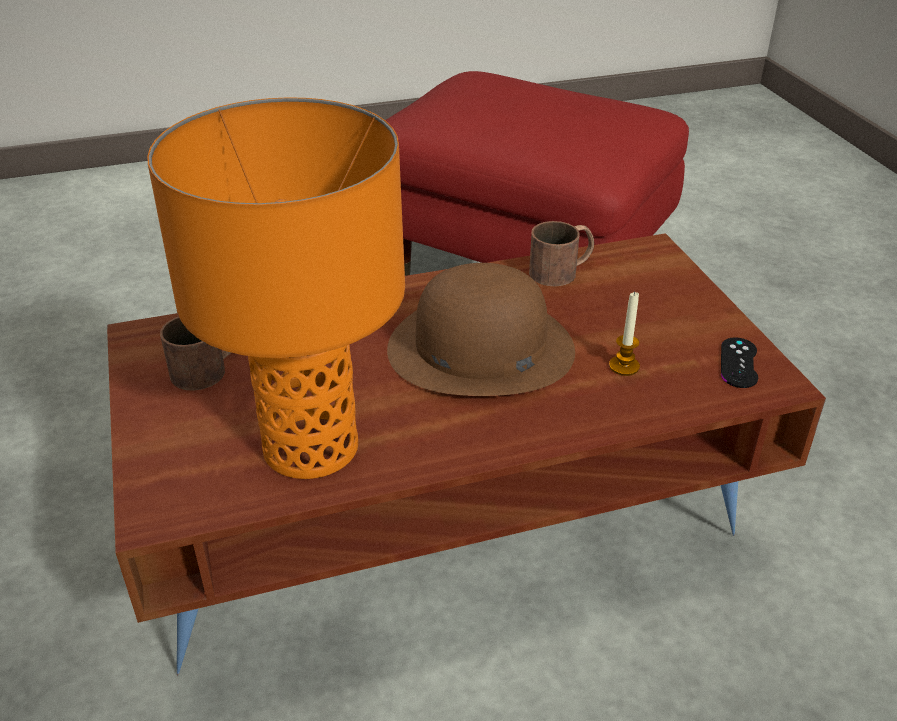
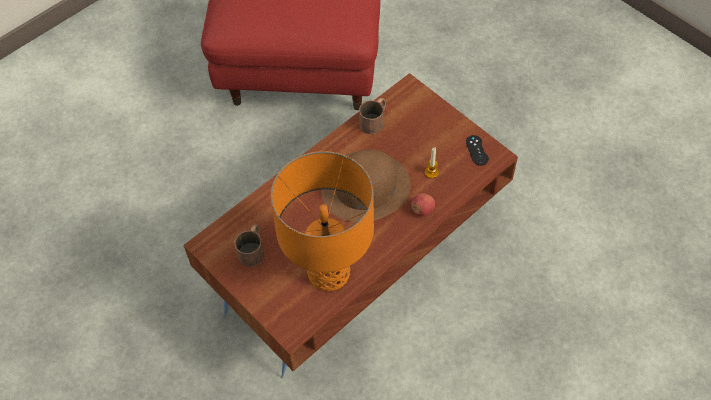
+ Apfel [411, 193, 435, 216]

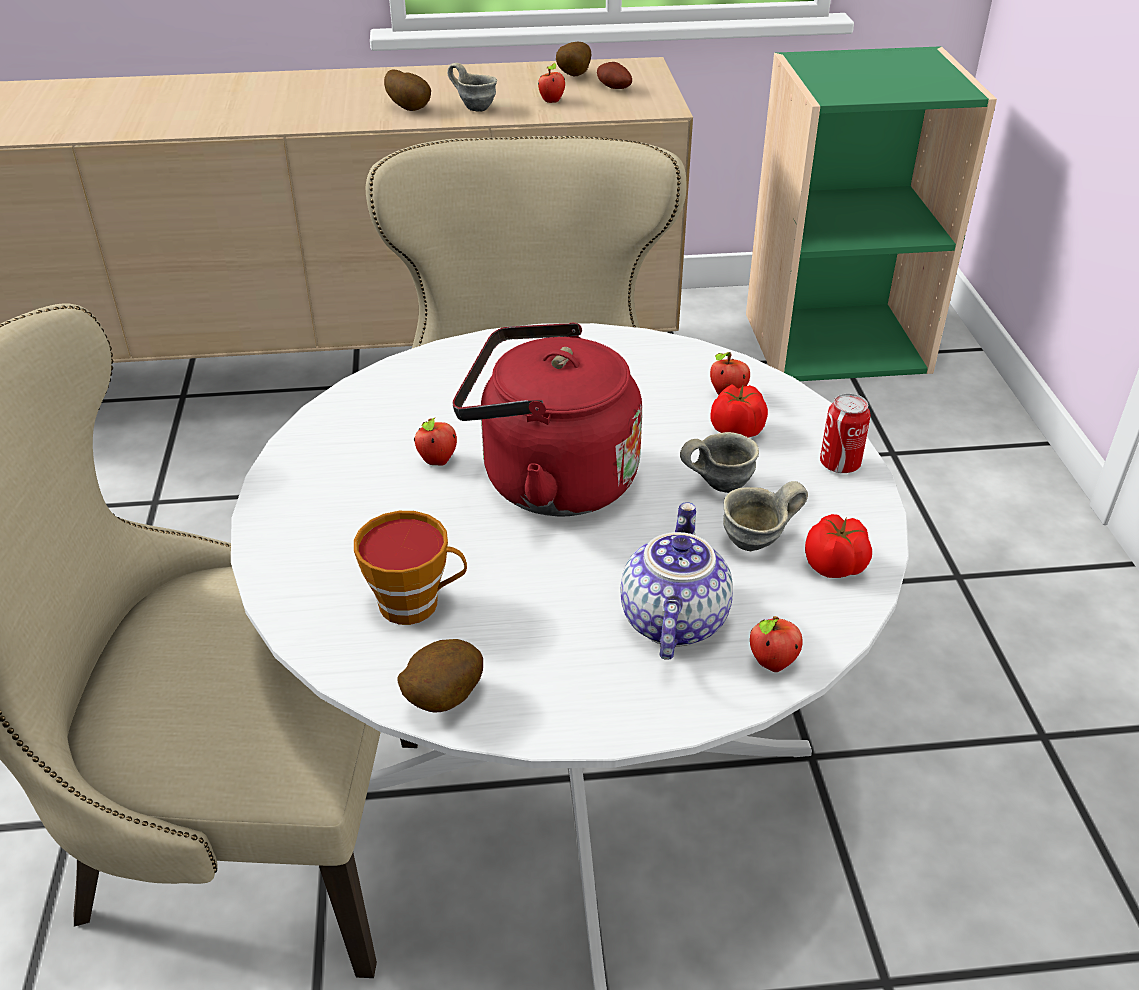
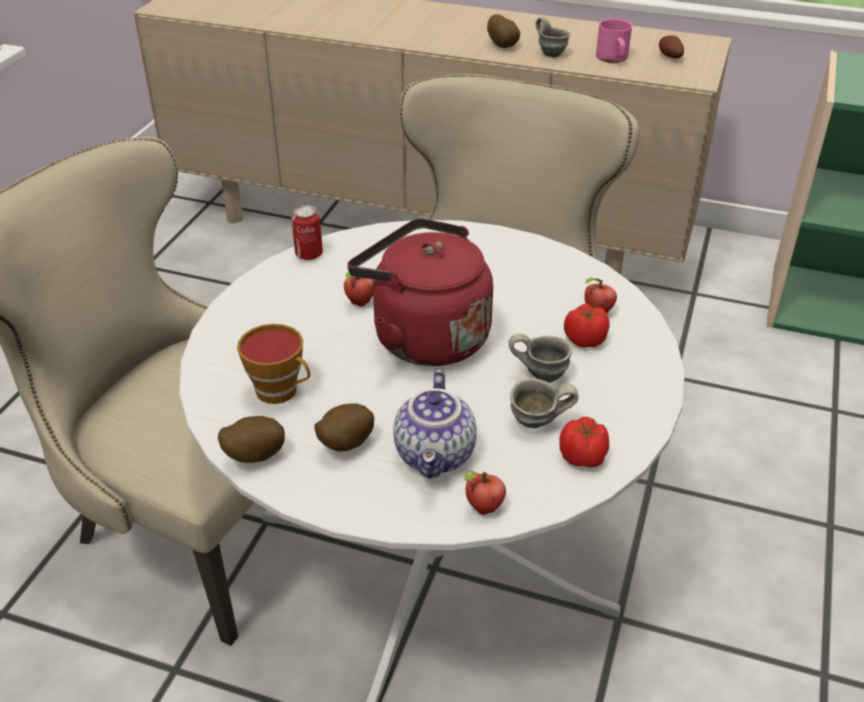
~ Apfel [538, 63, 565, 103] to Henkelbecher (rosa) [596, 18, 633, 63]
~ Kartoffel [556, 41, 591, 76] to [315, 403, 374, 452]
~ Teekanne [621, 502, 733, 660] = [393, 370, 477, 479] 150 degrees clockwise
~ Dose [820, 394, 871, 473] to [292, 205, 323, 260]

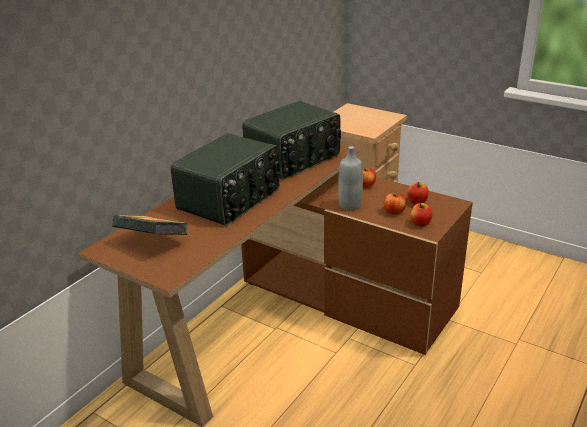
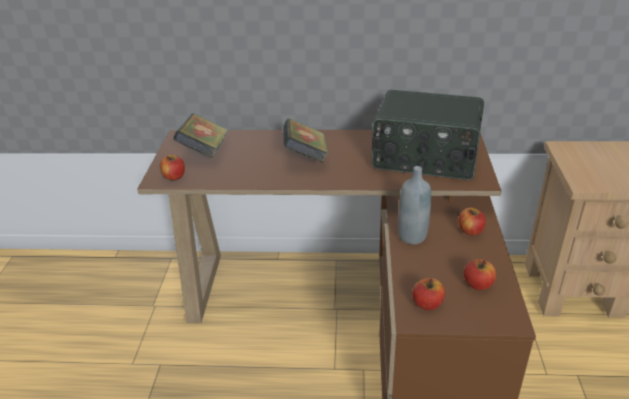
~ Radio [170, 133, 280, 226] to Buch [283, 119, 329, 163]
~ Apfel [384, 193, 406, 214] to [160, 155, 185, 180]

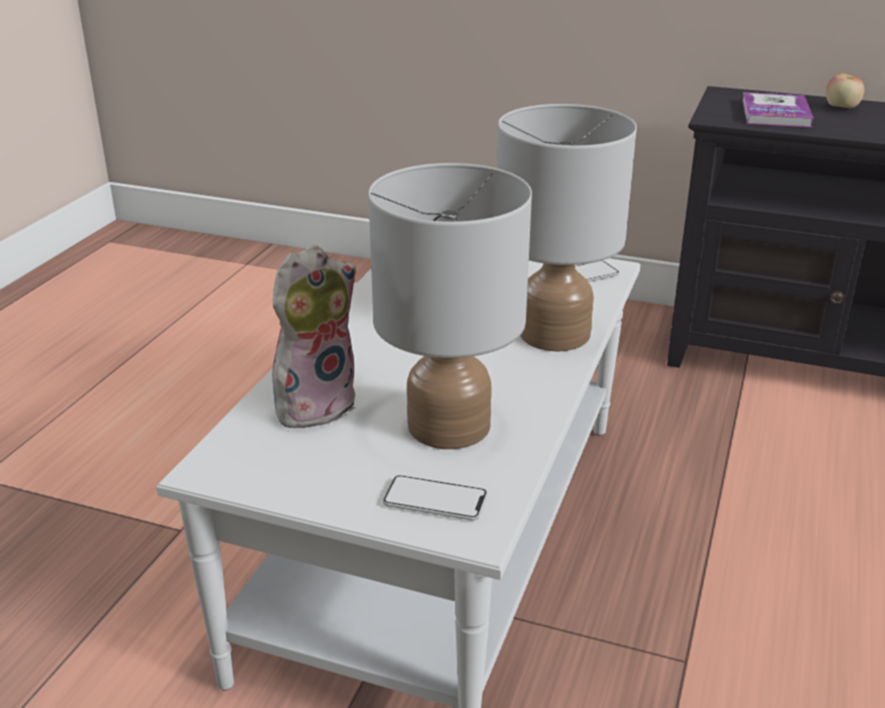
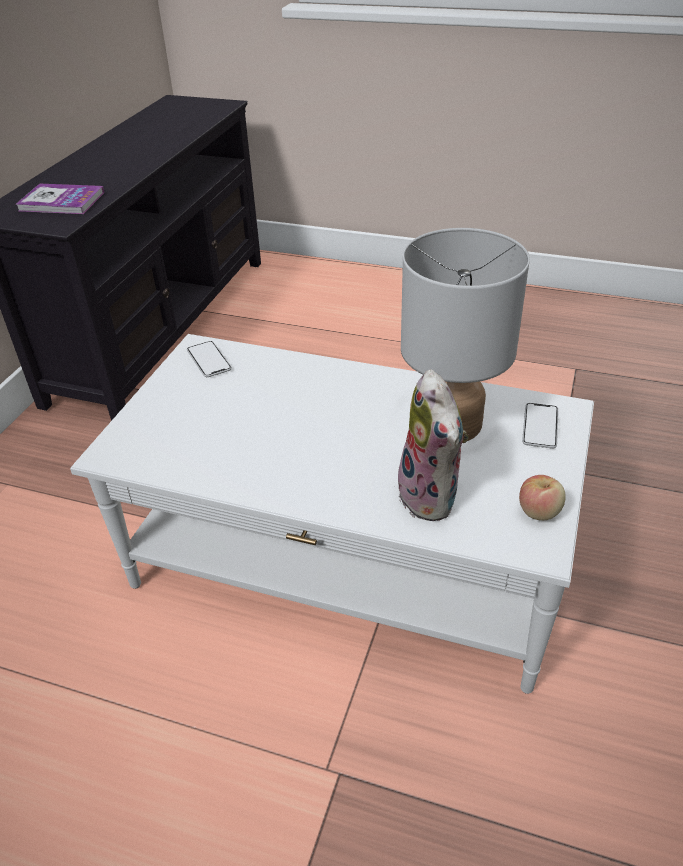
~ Plüschtier [272, 245, 356, 431] = [393, 369, 468, 521] 150 degrees counterclockwise
- Tischlampe (grau) [497, 104, 637, 351]
~ Apfel [826, 73, 864, 108] to [519, 475, 566, 520]

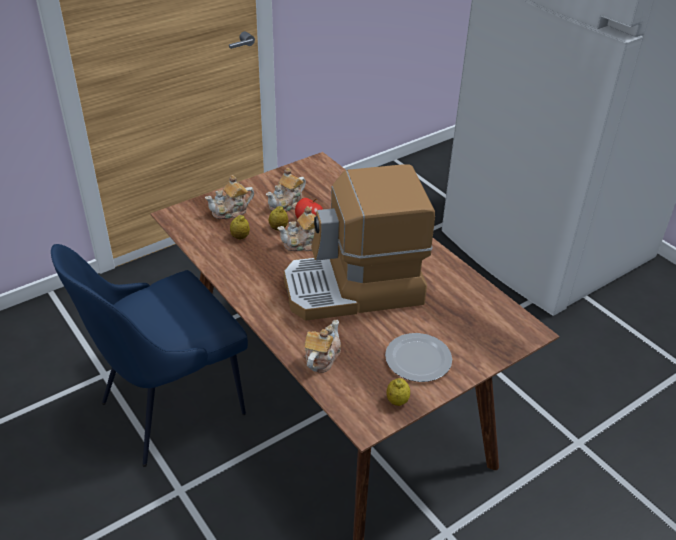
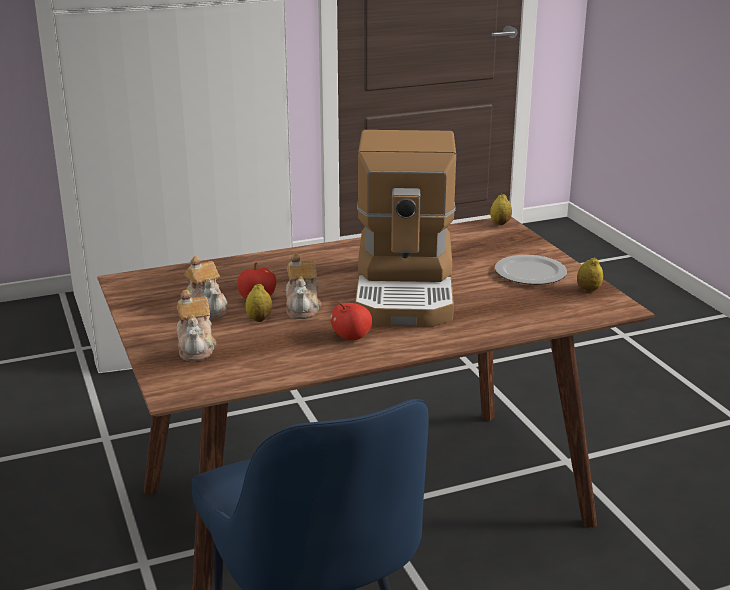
~ Zitrone [230, 215, 250, 239] to [490, 194, 512, 225]
- Teekanne [305, 320, 341, 373]
+ Apfel [330, 303, 372, 340]

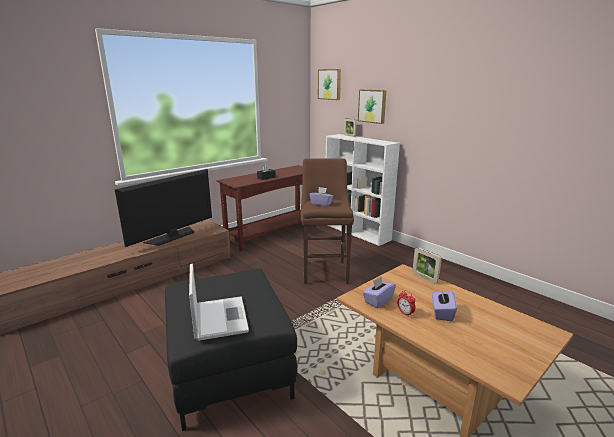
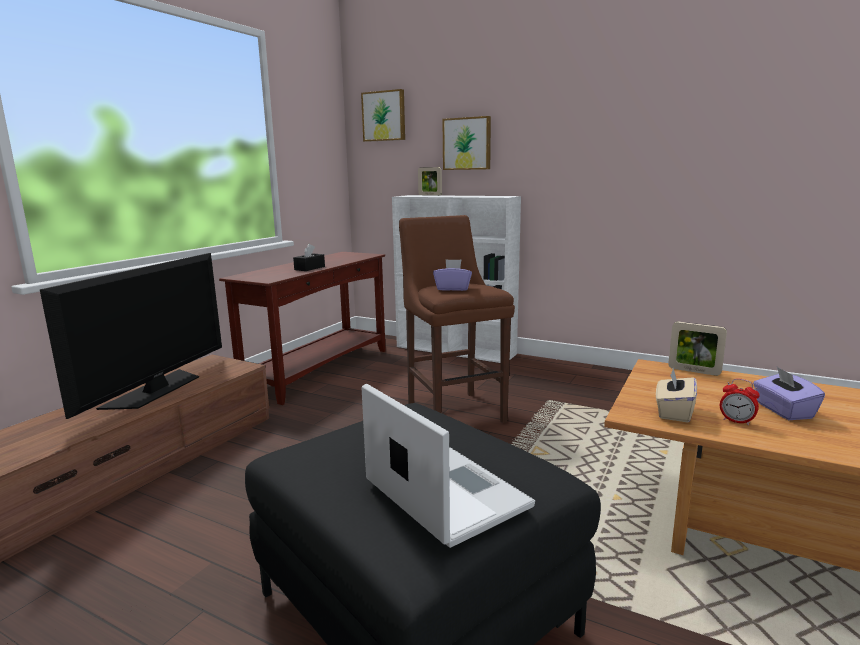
~ Taschentuchbox (lila) [363, 276, 396, 308] to Taschentuchbox (beige) [656, 368, 697, 422]

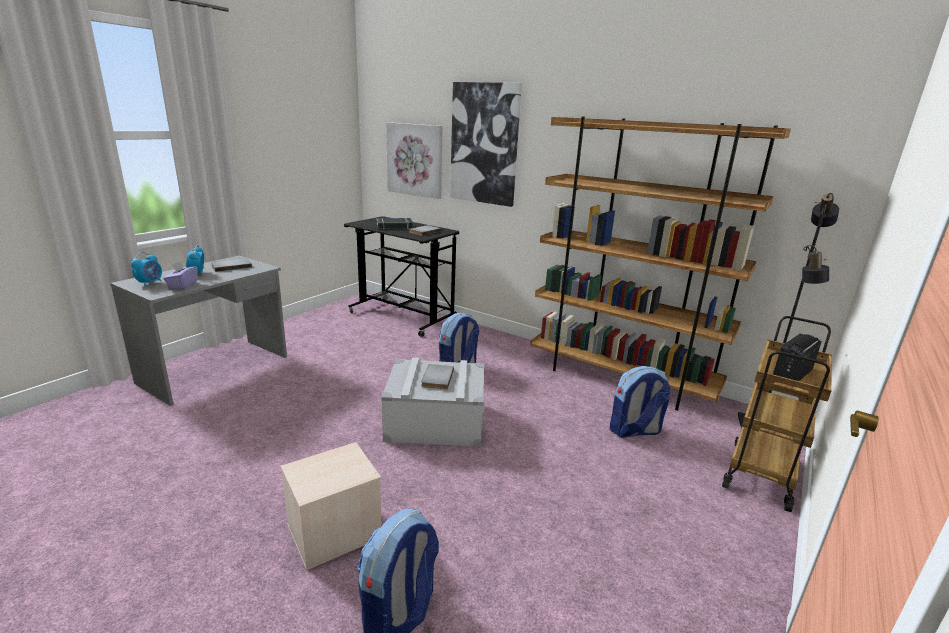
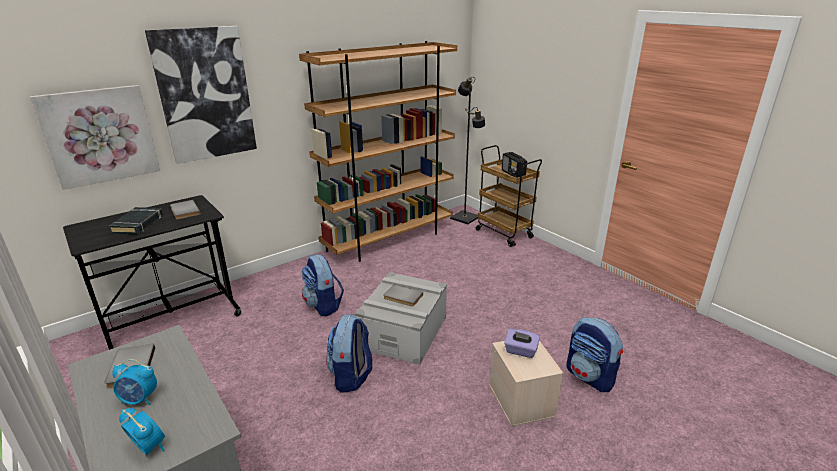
~ Taschentuchbox (lila) [163, 261, 198, 289] to [504, 329, 540, 358]
~ Rucksack [610, 366, 670, 438] to [326, 314, 372, 393]

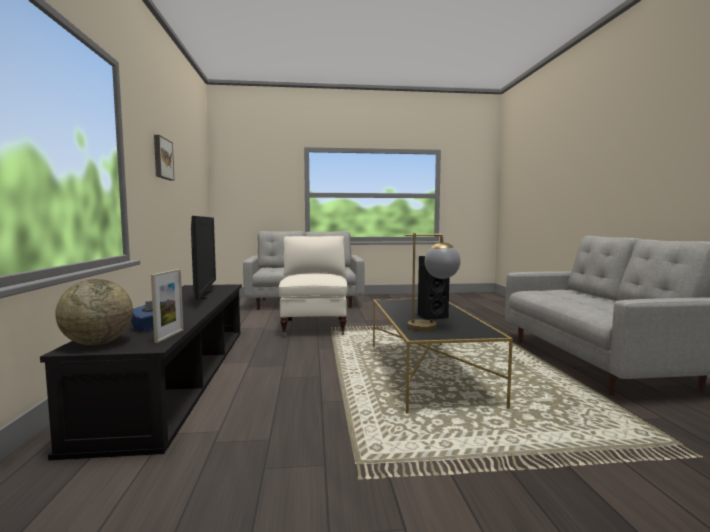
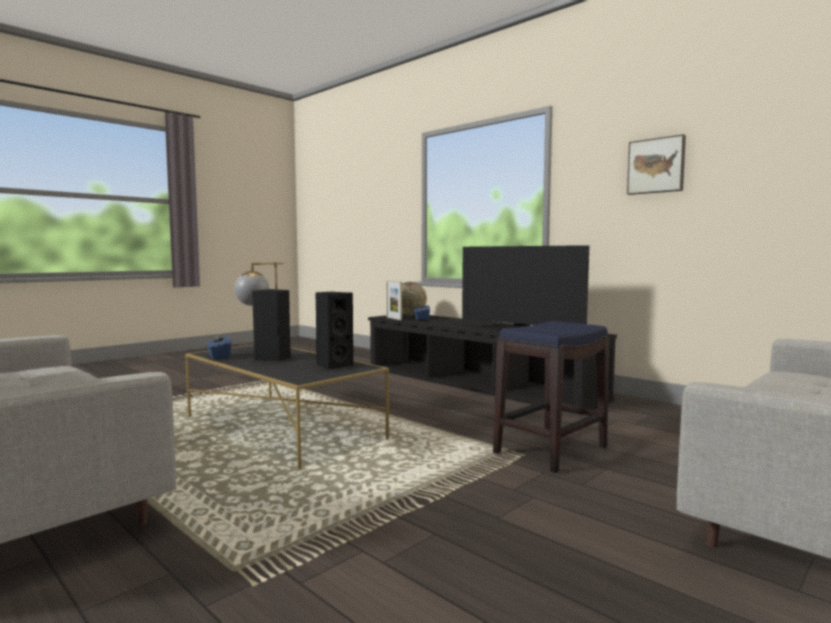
~ Sessel (beige) [279, 236, 348, 336] to Hocker [493, 321, 609, 473]
+ Taschentuchbox (blau) [206, 334, 231, 359]
+ Lautsprecher (schwarz) [315, 292, 354, 370]

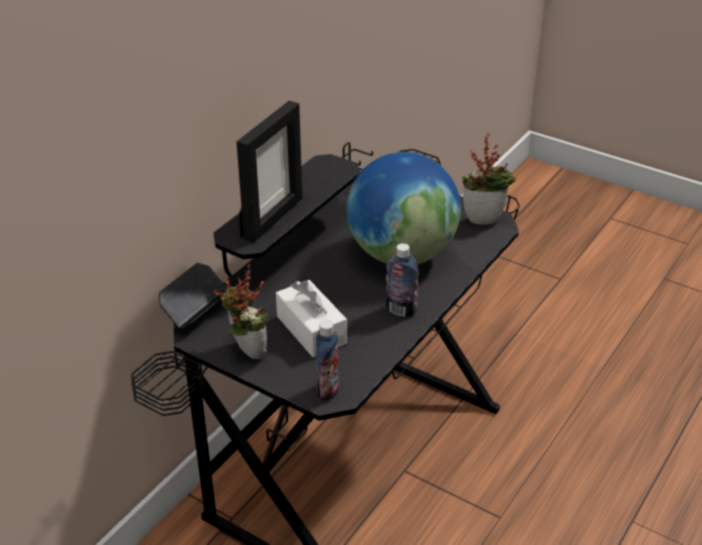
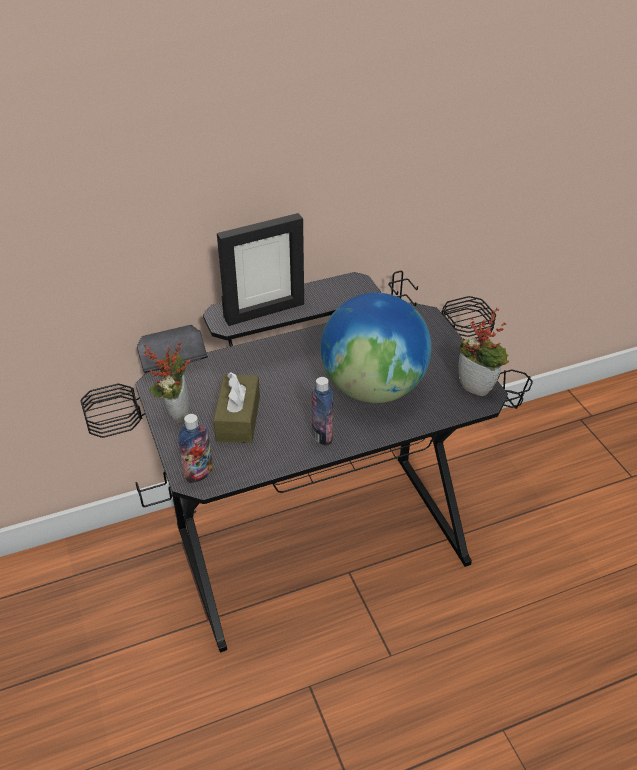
~ Taschentuchbox (weiß) [276, 280, 347, 357] to Taschentuchbox (braun) [213, 372, 260, 443]

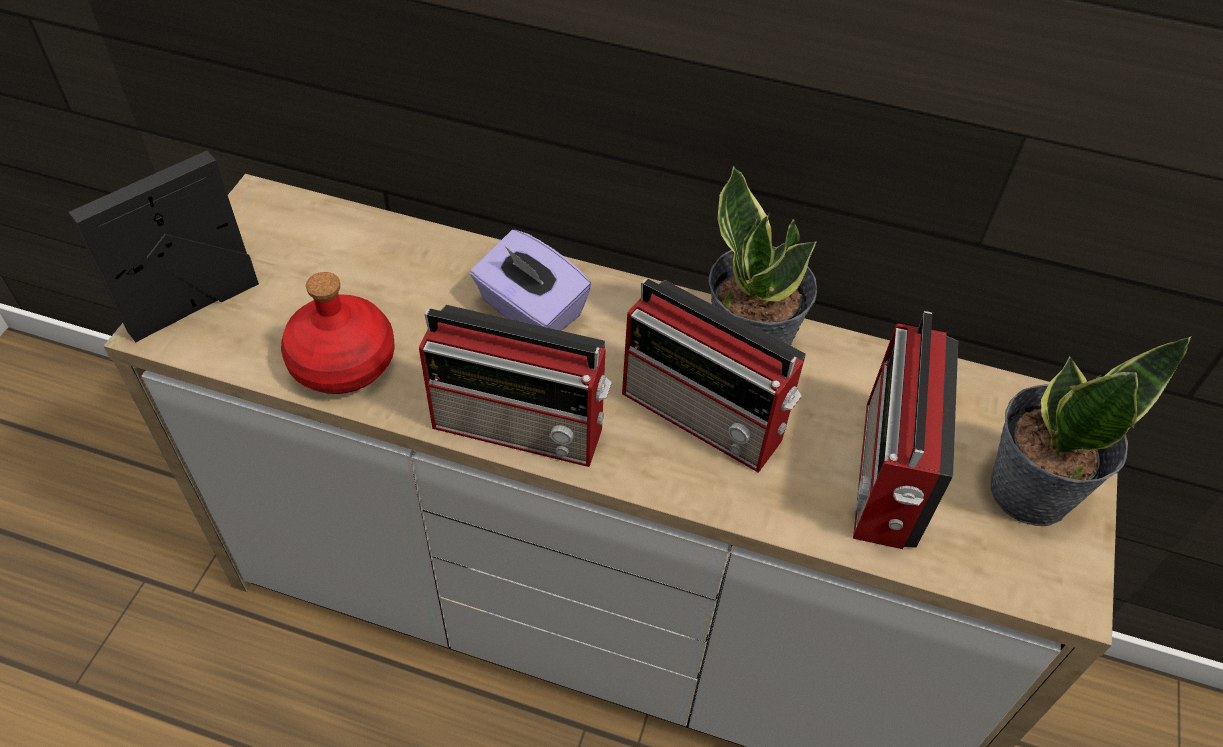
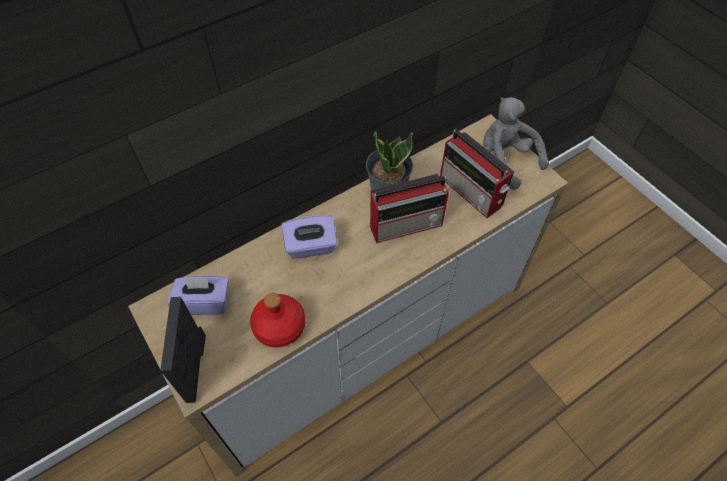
- Radio [419, 305, 612, 467]
~ Topfpflanze [991, 336, 1192, 526] to Plüschtier (grau) [483, 97, 549, 190]
+ Taschentuchbox (lila) [168, 276, 229, 315]

